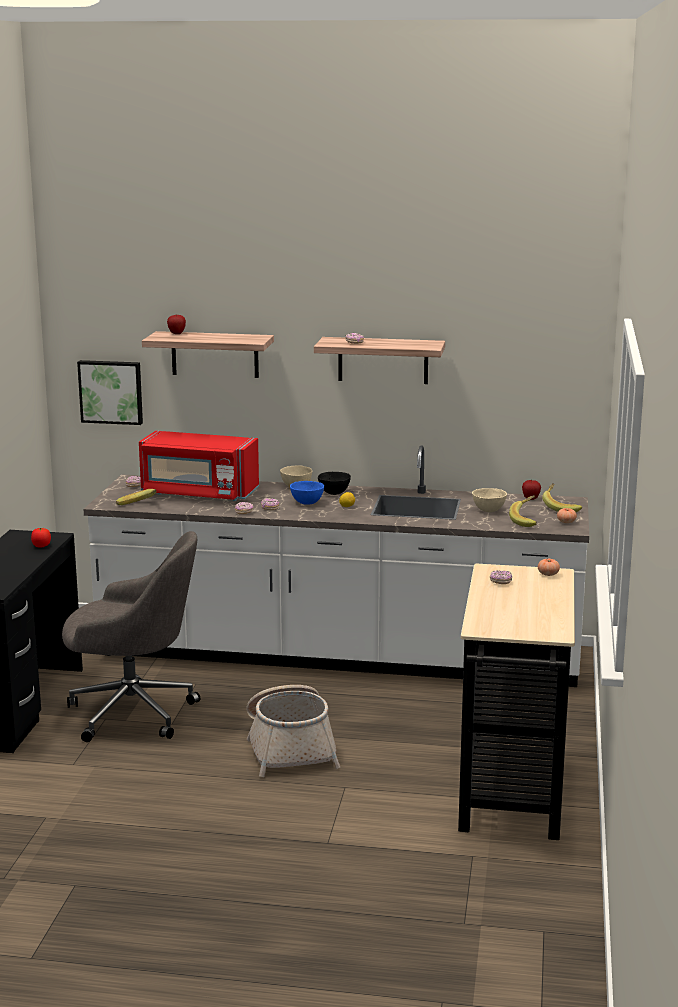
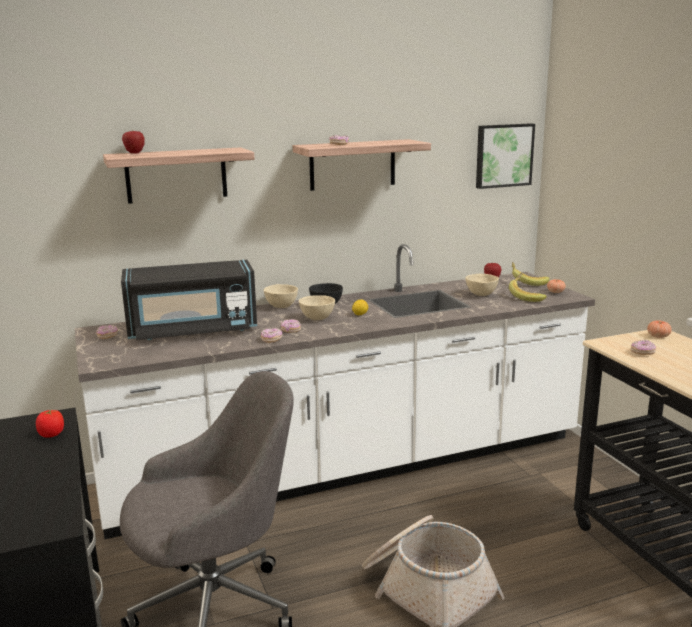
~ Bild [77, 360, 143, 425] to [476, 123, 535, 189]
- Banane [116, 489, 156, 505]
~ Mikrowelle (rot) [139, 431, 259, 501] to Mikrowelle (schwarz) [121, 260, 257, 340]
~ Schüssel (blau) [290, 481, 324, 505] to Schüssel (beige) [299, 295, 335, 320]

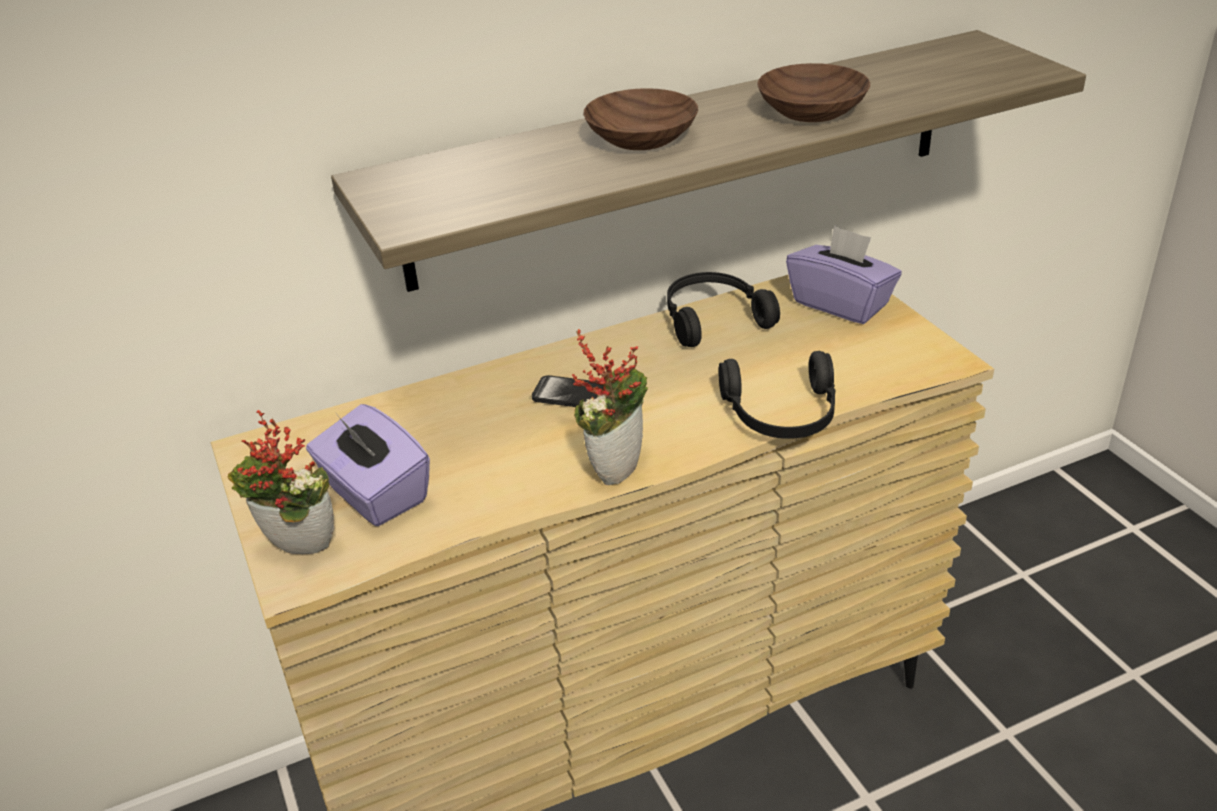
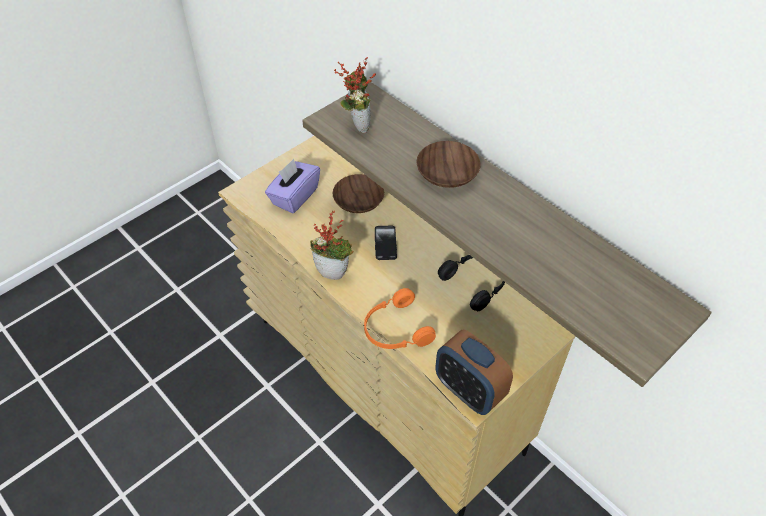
~ Topfpflanze [228, 410, 334, 554] to [334, 57, 376, 133]
~ Kopfhörer (schwarz) [719, 351, 835, 439] to Kopfhörer (orange) [364, 288, 436, 349]
~ Schüssel (braun) [757, 63, 870, 122] to [332, 174, 384, 213]
- Taschentuchbox (lila) [786, 225, 902, 324]
+ Wecker [435, 330, 513, 415]

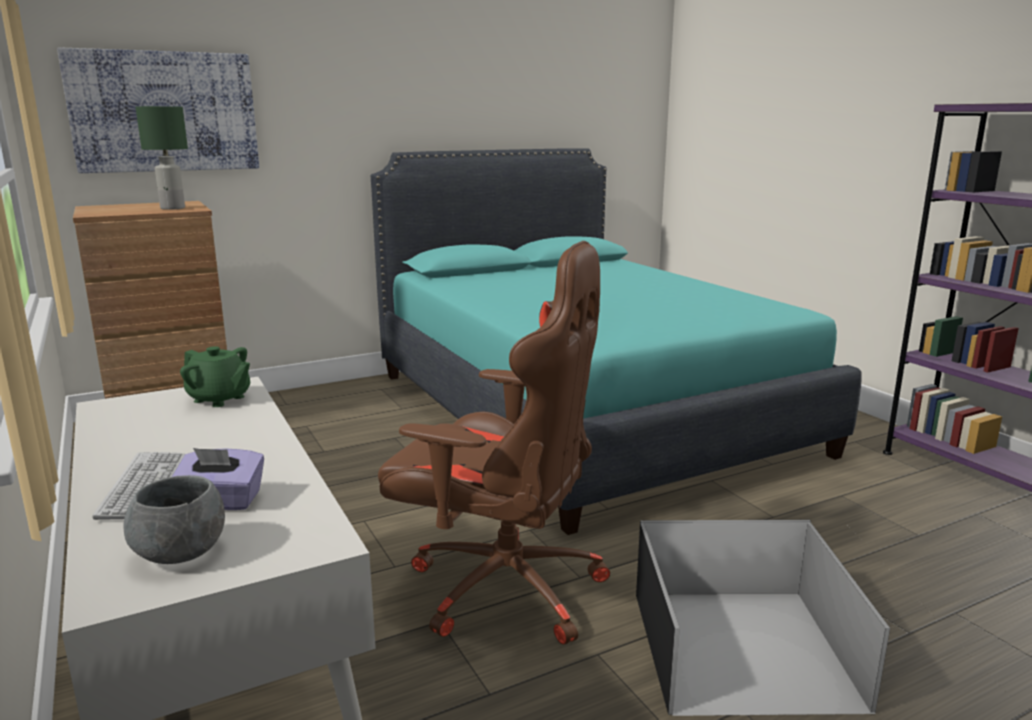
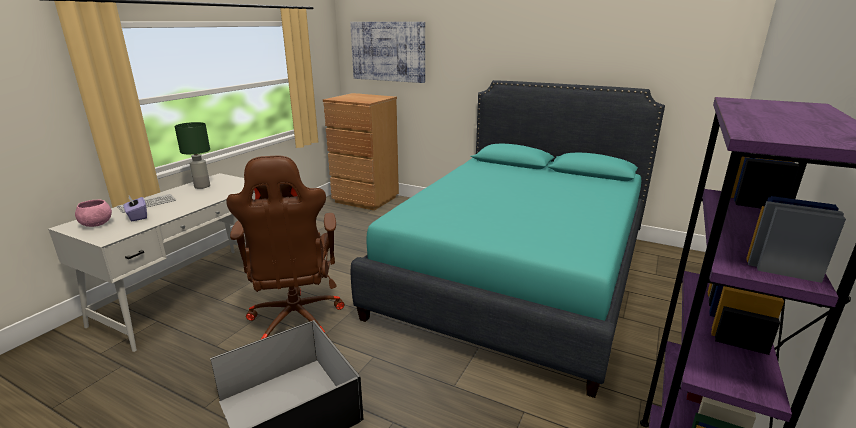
~ Schüssel (grau) [124, 475, 225, 564] to Schüssel (rosa) [75, 200, 112, 227]
~ Tischlampe (grün) [136, 106, 188, 210] to [175, 122, 210, 189]
- Teekanne (grün) [180, 346, 250, 407]

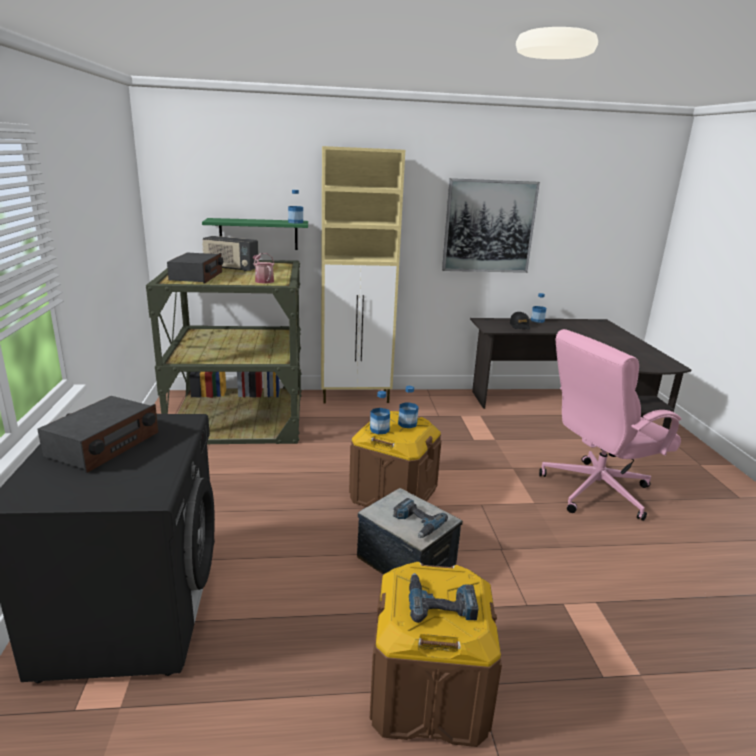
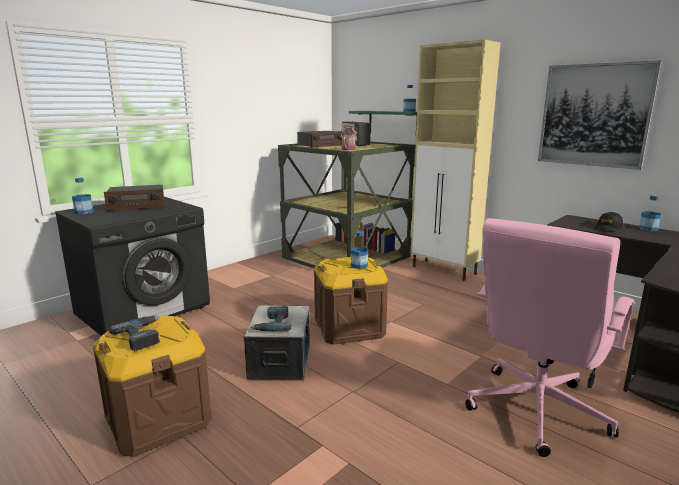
~ Flasche [370, 391, 390, 434] to [72, 178, 94, 214]
~ Bürostuhl (rosa) [539, 329, 681, 521] = [465, 218, 635, 457] 75 degrees counterclockwise

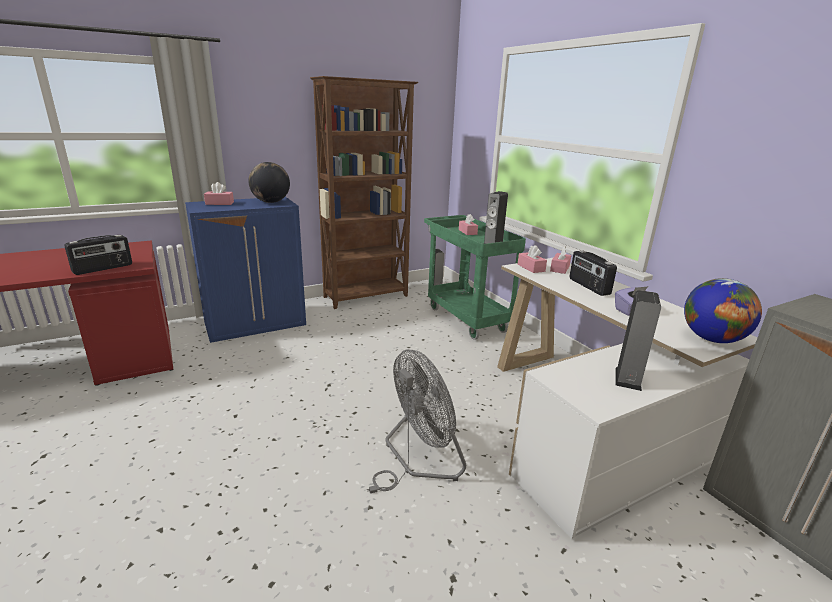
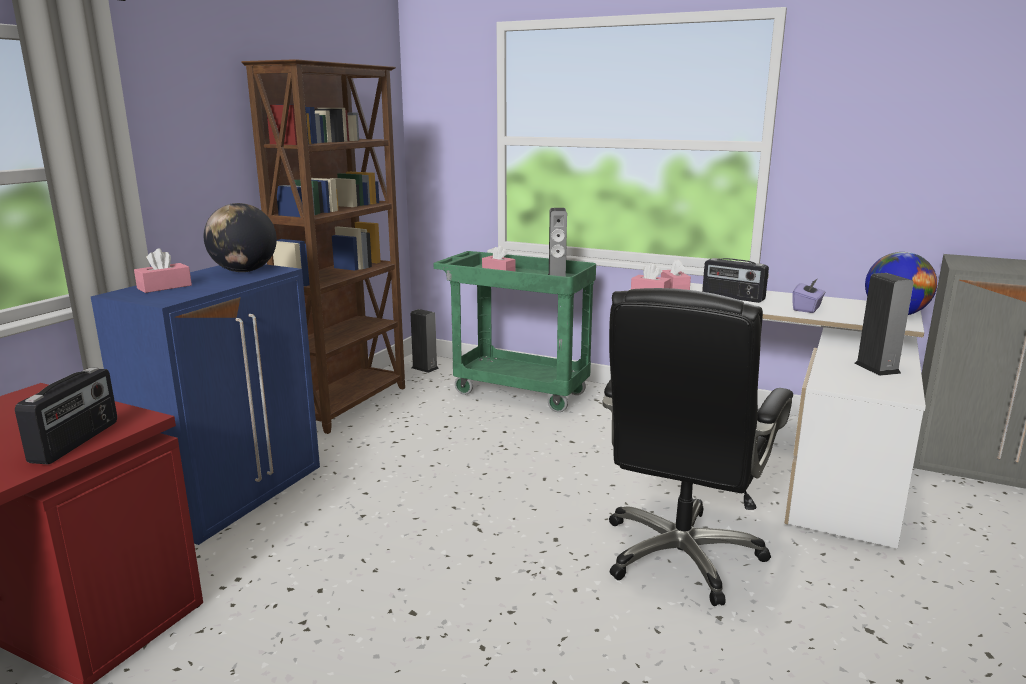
~ Ventilator (grau) [367, 350, 466, 493] to Bürostuhl (schwarz) [603, 288, 793, 606]

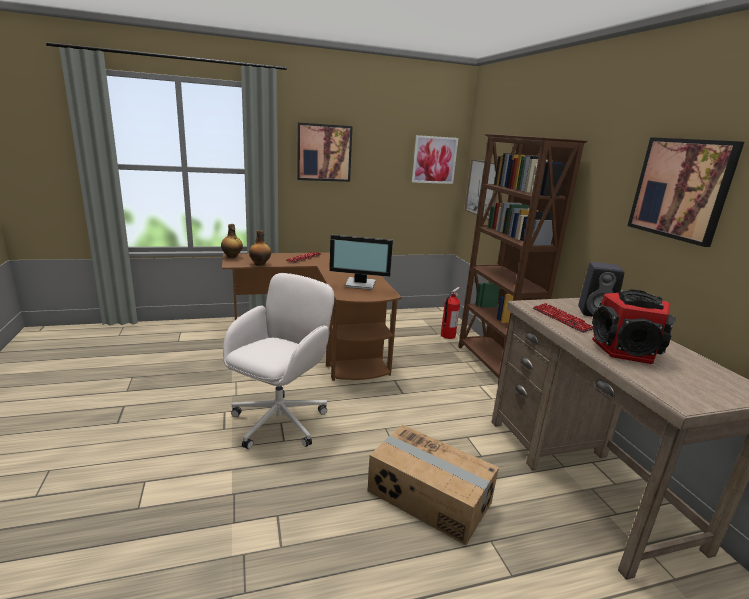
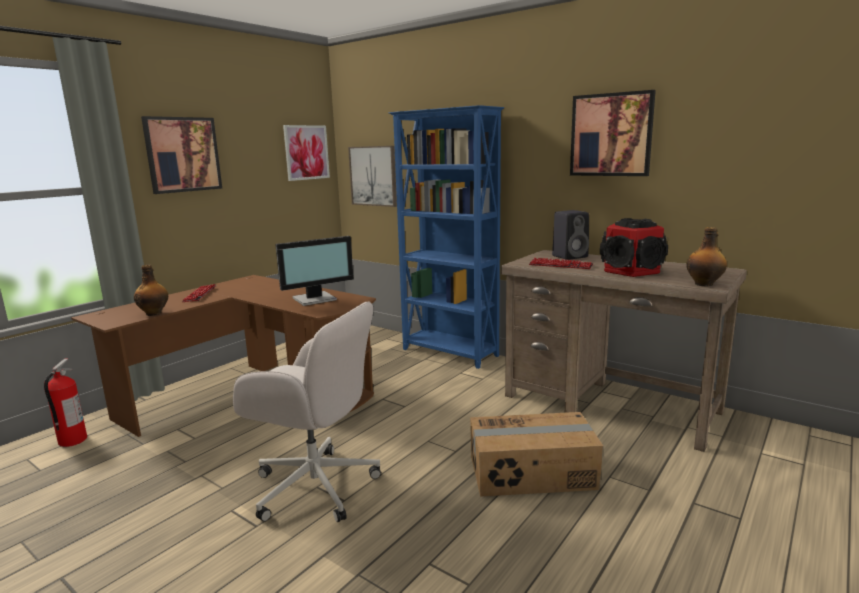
~ Flasche [221, 224, 243, 258] to [686, 227, 727, 287]
~ Bürostuhl (weiß) [223, 273, 334, 449] = [233, 301, 381, 522] 120 degrees clockwise
~ Feuerlöscher [441, 287, 460, 339] to [44, 359, 87, 447]
~ Bücherregal (braun) [458, 134, 587, 384] to Bücherregal (blau) [388, 105, 504, 369]

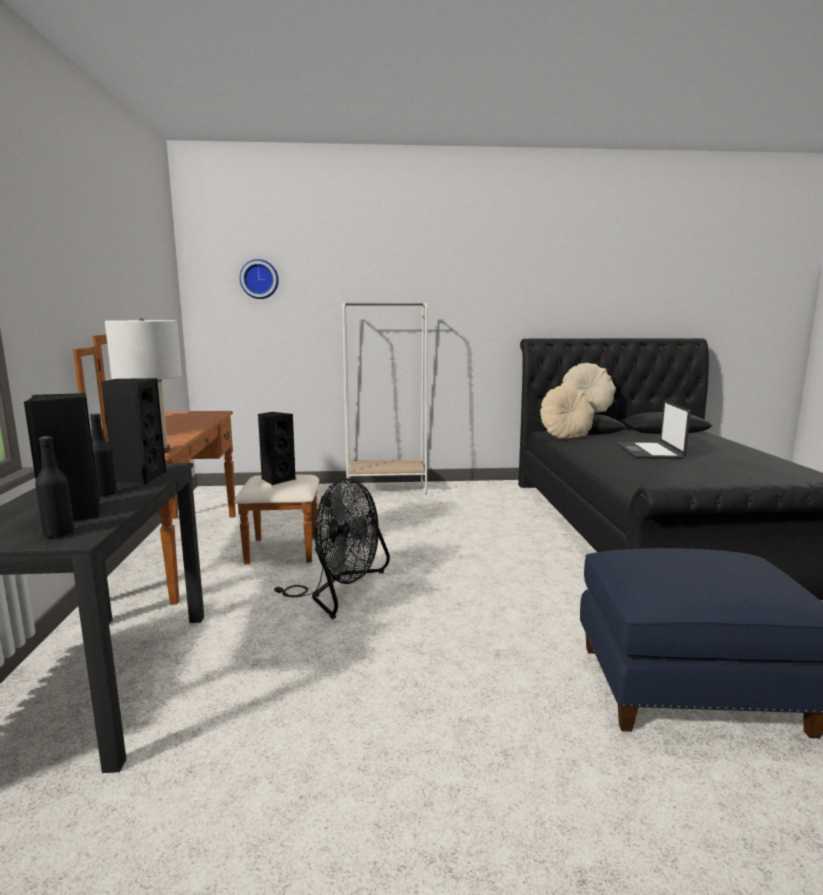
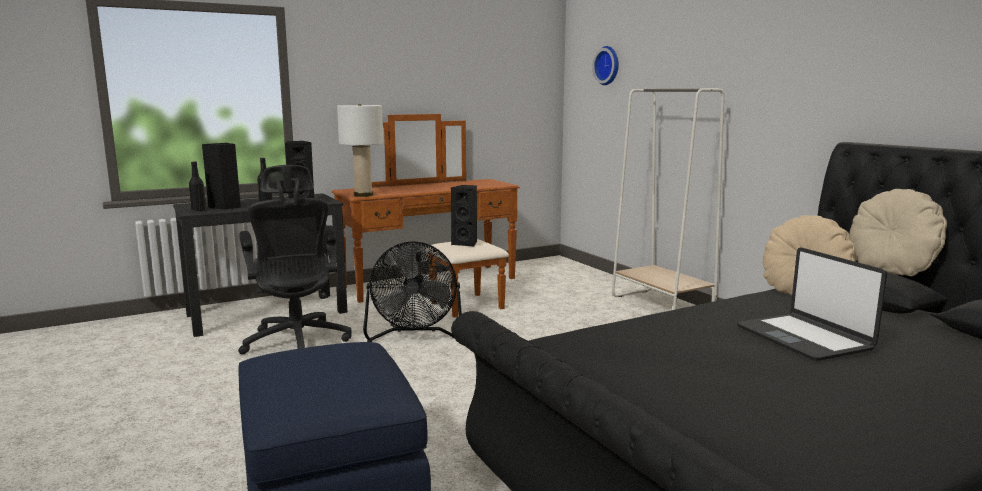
~ Laptop [617, 400, 691, 459] = [737, 247, 887, 361] 90 degrees counterclockwise
+ Bürostuhl [238, 165, 352, 355]

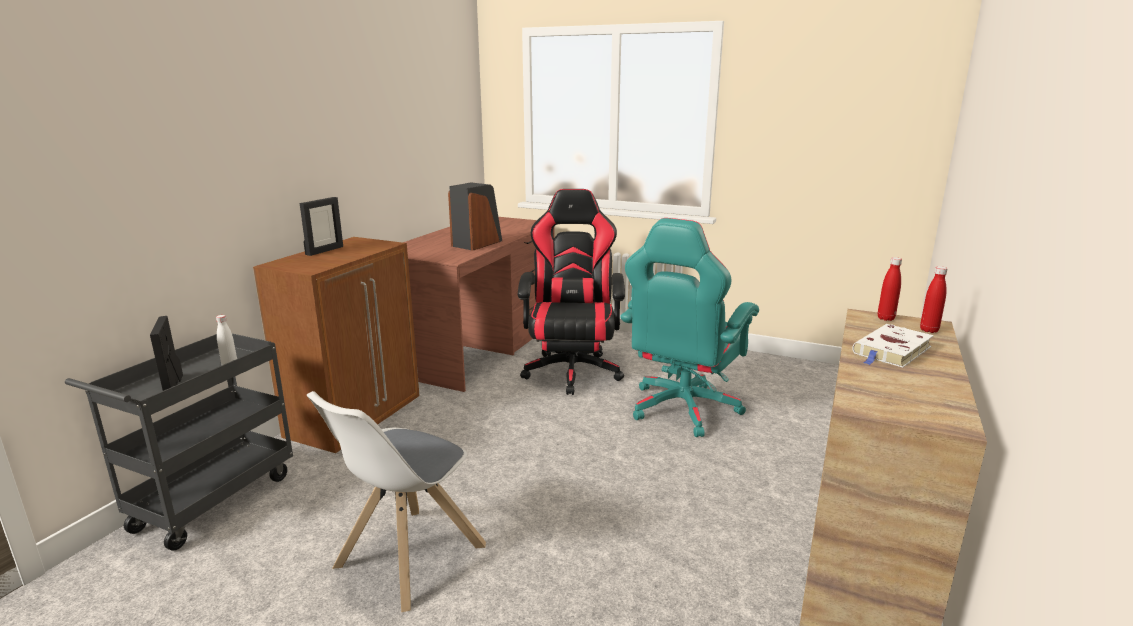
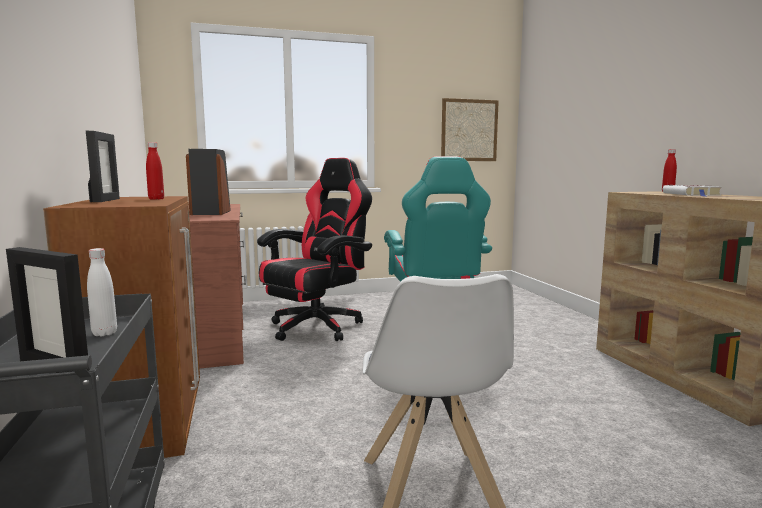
~ Bürostuhl (schwarz) [518, 189, 625, 395] = [257, 158, 372, 341] 75 degrees clockwise
~ Flasche (rot) [878, 257, 902, 321] to [146, 142, 164, 200]
+ Bild [441, 98, 499, 161]

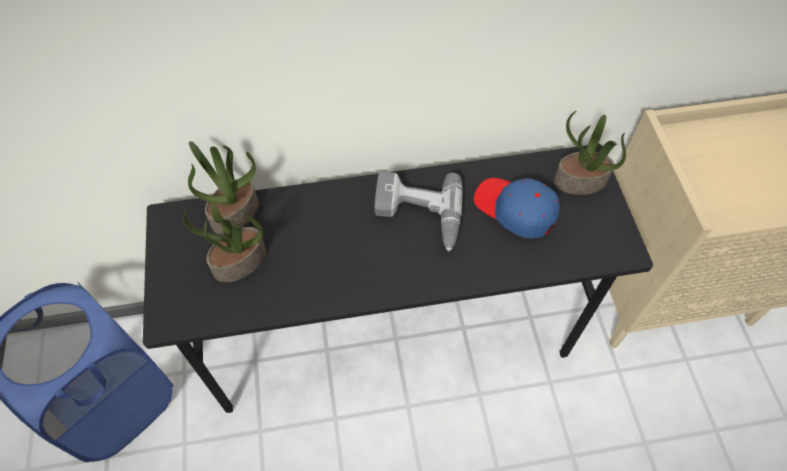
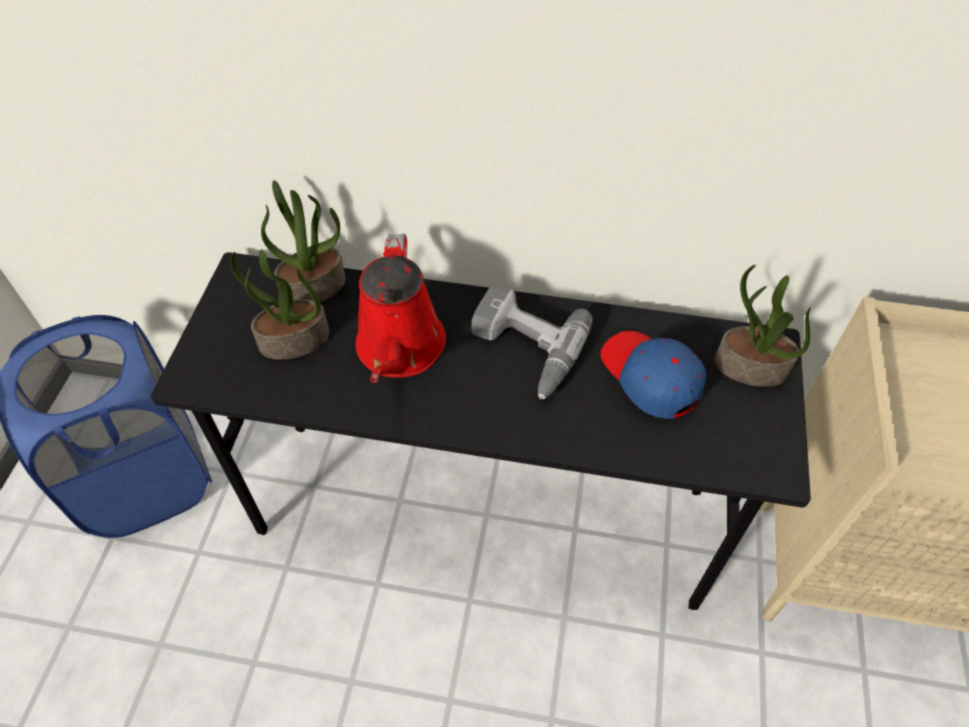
+ Gießkanne (rot) [356, 234, 446, 383]

